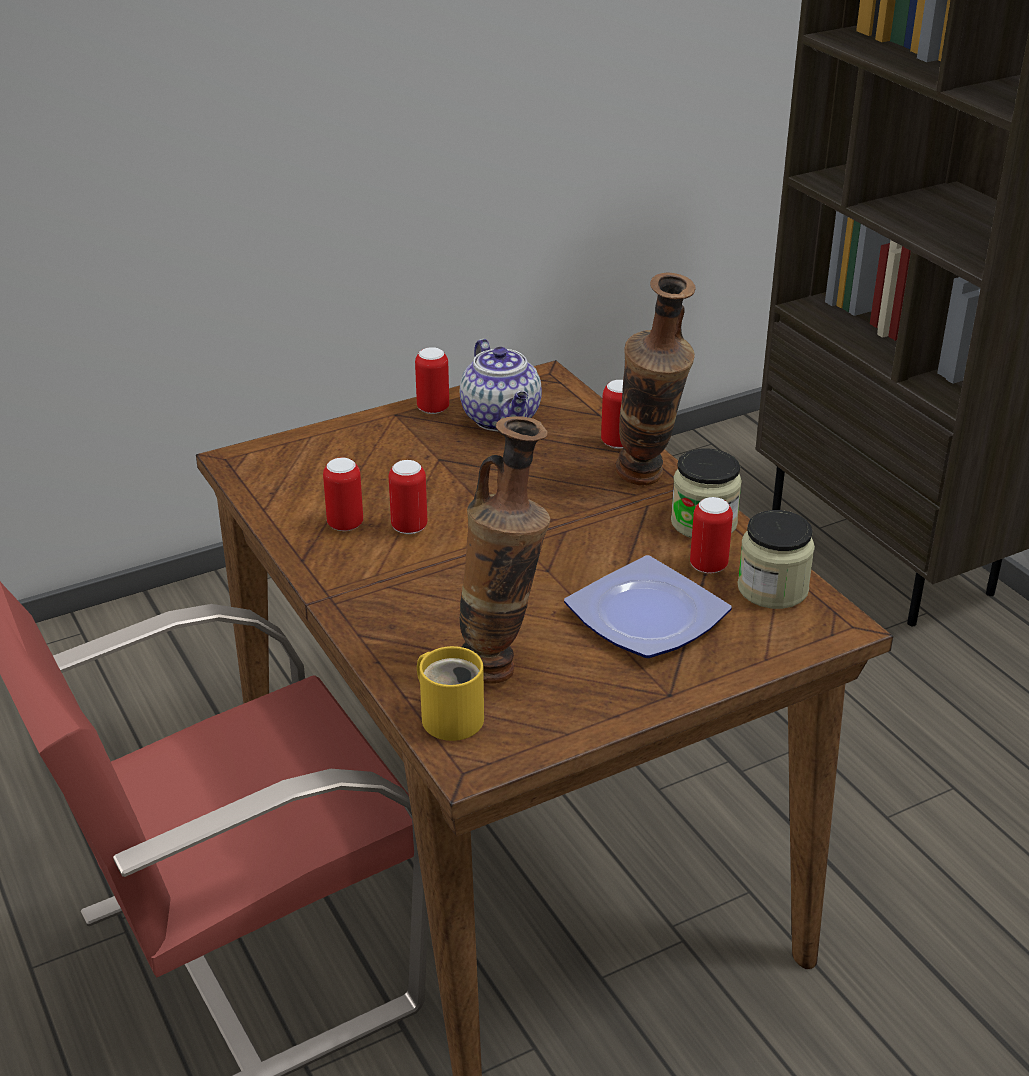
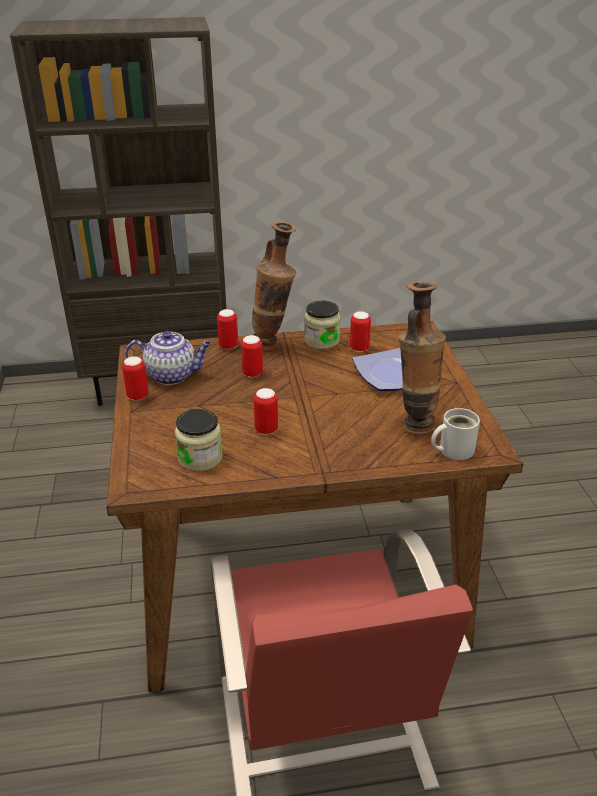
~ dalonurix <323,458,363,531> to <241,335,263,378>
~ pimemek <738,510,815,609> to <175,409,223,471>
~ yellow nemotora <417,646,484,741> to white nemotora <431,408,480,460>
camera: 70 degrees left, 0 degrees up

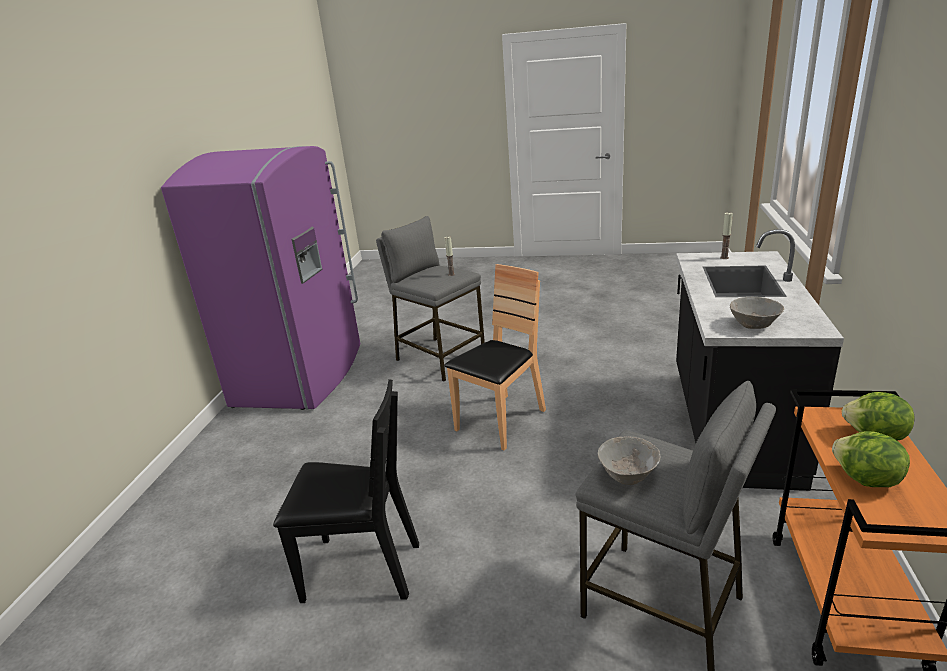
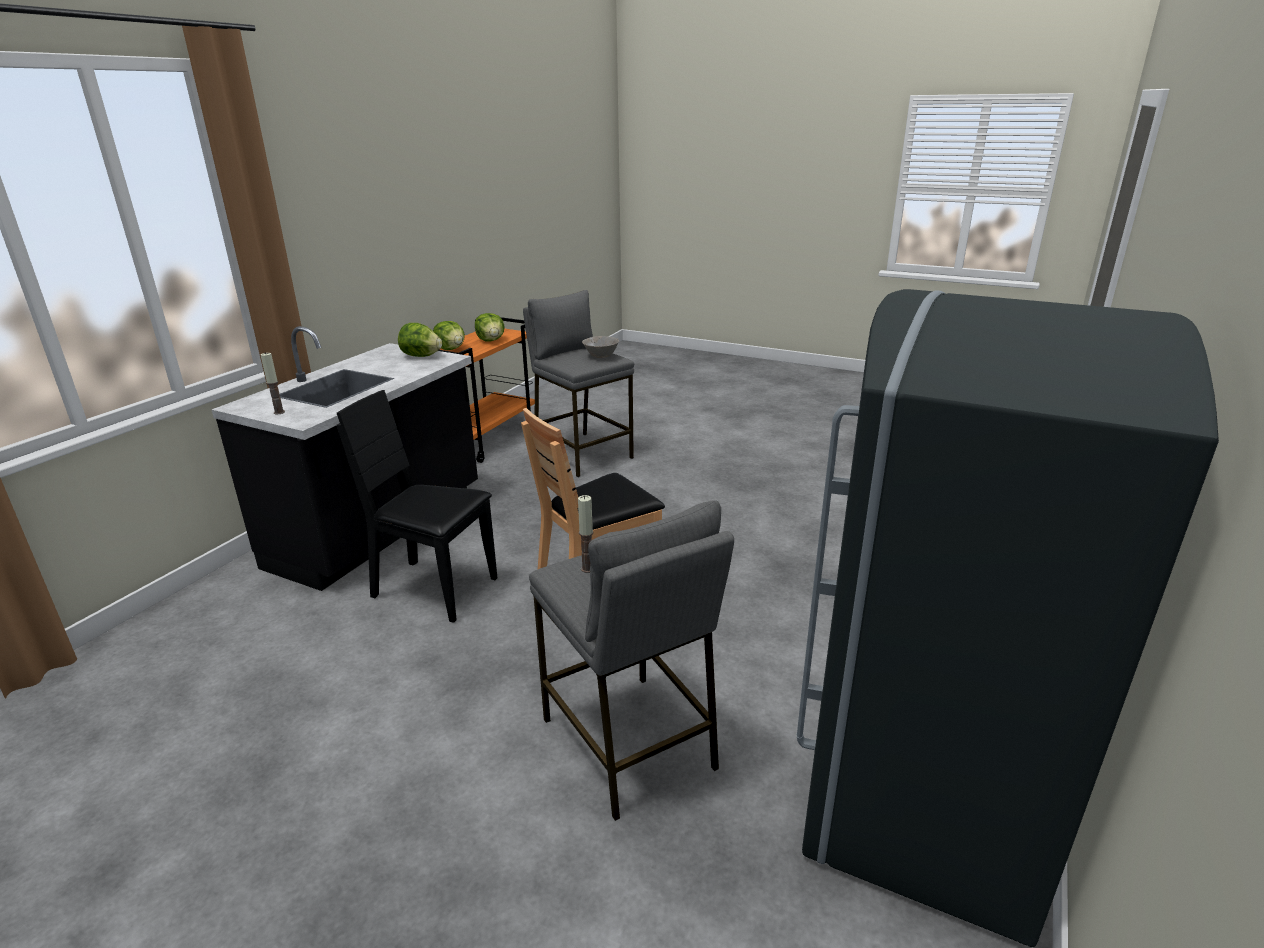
~ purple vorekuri <161,146,360,410> to grey vorekuri <796,289,1219,947>
~ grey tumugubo <730,297,784,329> to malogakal <398,323,442,357>
~ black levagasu <273,379,419,603> to <337,390,498,623>
camera: 165 degrees left, 0 degrees up

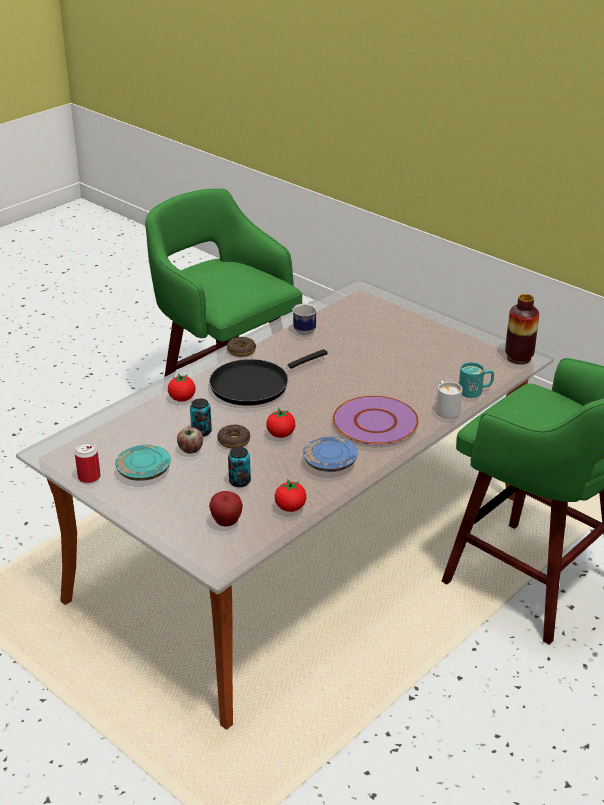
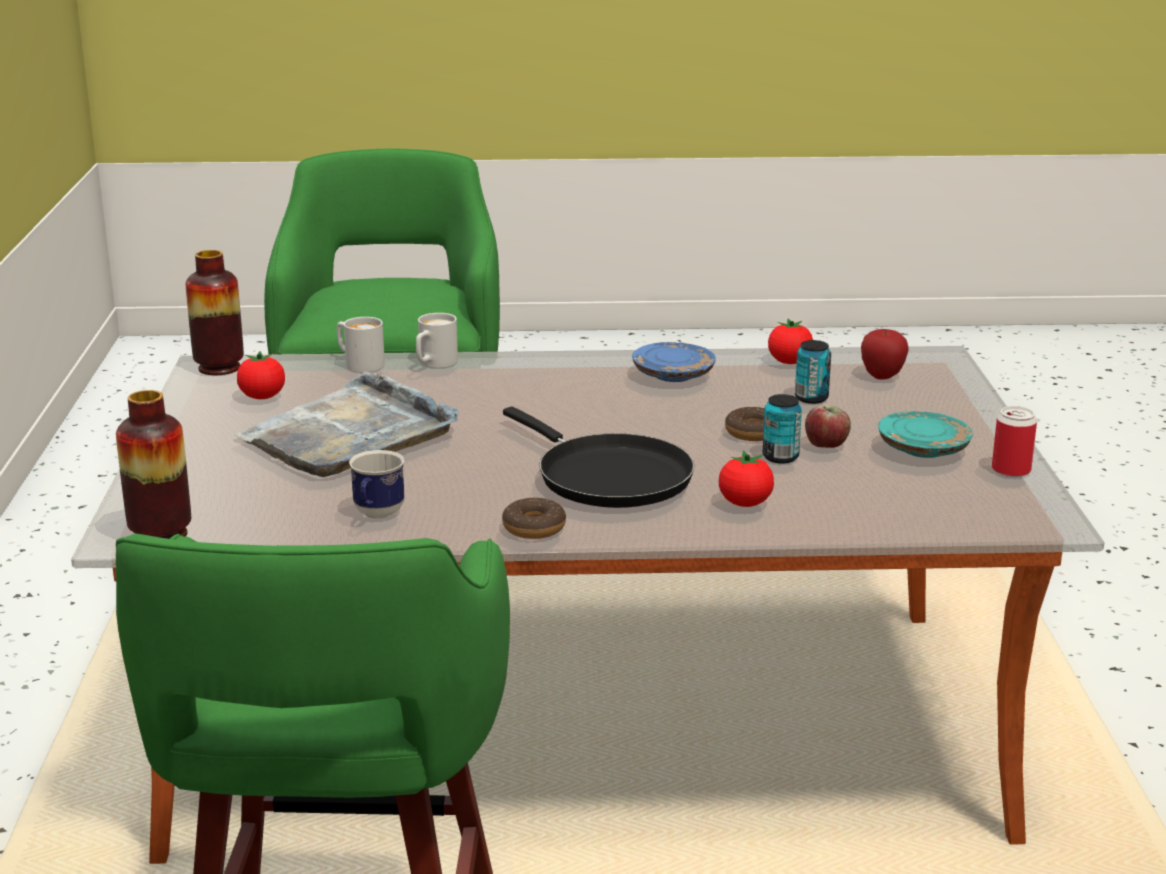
~ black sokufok <209,349,328,406> = <503,407,694,508> 45 degrees clockwise
~ turquoise nemotora <459,362,494,398> to white nemotora <337,317,385,373>
- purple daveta <333,396,419,445>
~ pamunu <266,408,295,438> to <237,351,285,399>
+ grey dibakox <235,372,459,477>
+ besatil <116,390,191,539>
camera: 135 degrees left, 10 degrees down

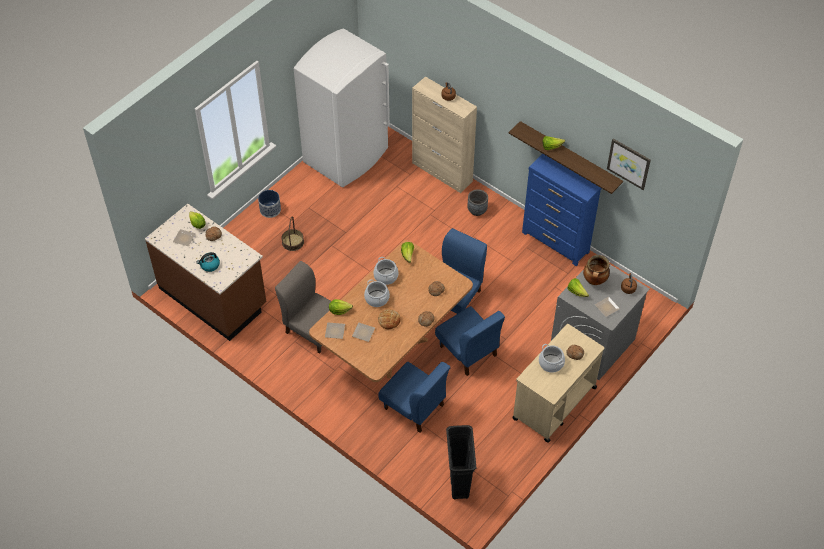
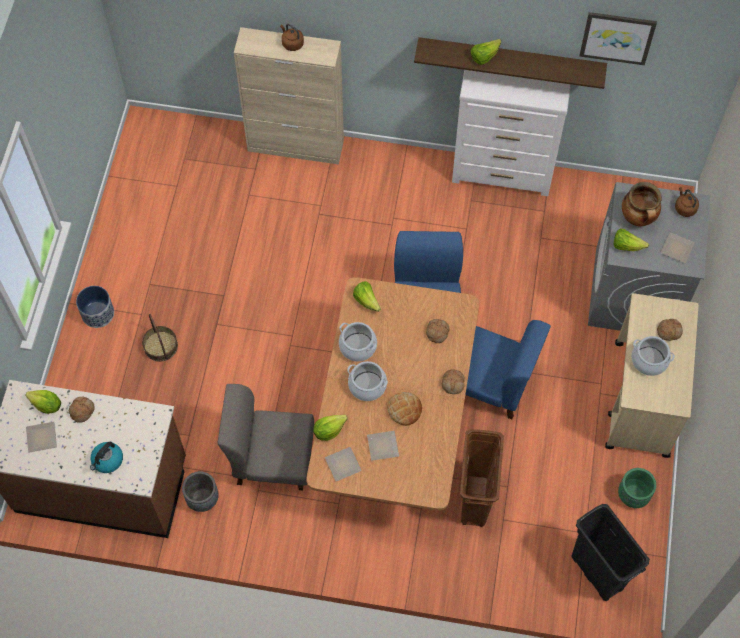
- white vorekuri <294,29,390,187>
~ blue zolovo <522,154,601,266> to white zolovo <452,70,571,196>
~ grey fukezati <467,189,488,216> to <182,471,219,512>
~ blue levagasu <379,362,450,433> to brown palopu <460,429,504,527>
+ green fukezati <618,468,656,508>
camera: 30 degrees left, 10 degrees up

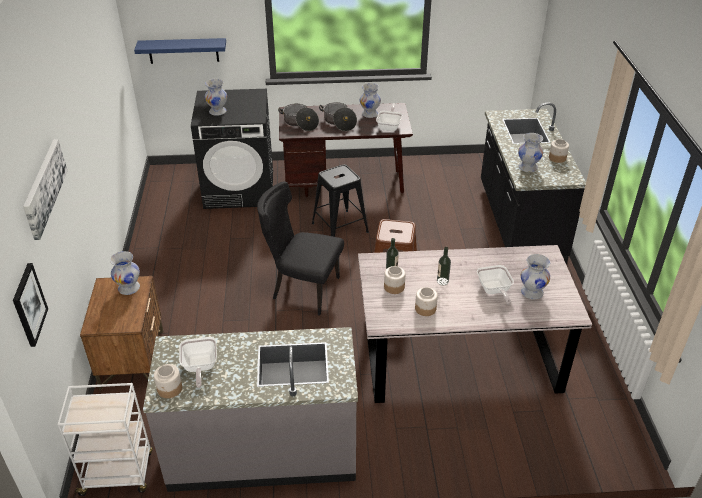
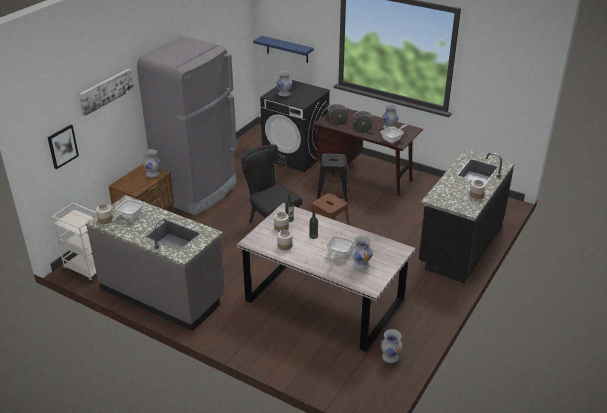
~ white besatil <518,133,543,172> to <381,329,403,363>
+ grey vorekuri <137,36,237,215>
camera: 35 degrees right, 5 degrees down

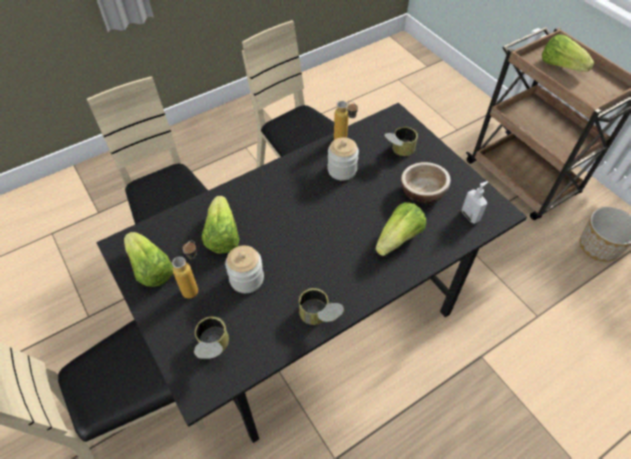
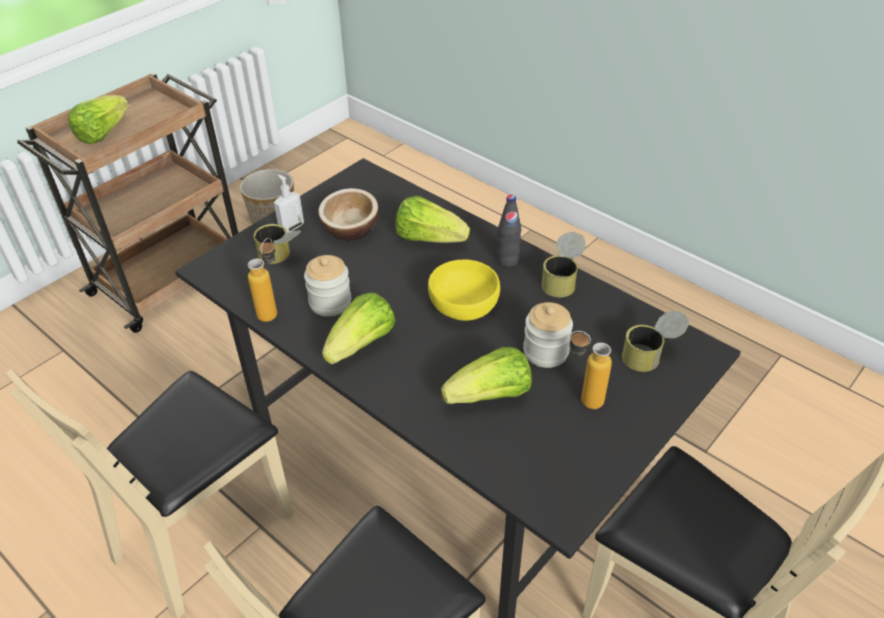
~ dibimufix <462,181,488,224> to <274,175,304,233>
~ malogakal <124,232,173,287> to <322,293,396,364>
+ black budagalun <497,195,521,267>
+ yellow tumugubo <428,259,500,321>
camera: 105 degrees left, 10 degrees down

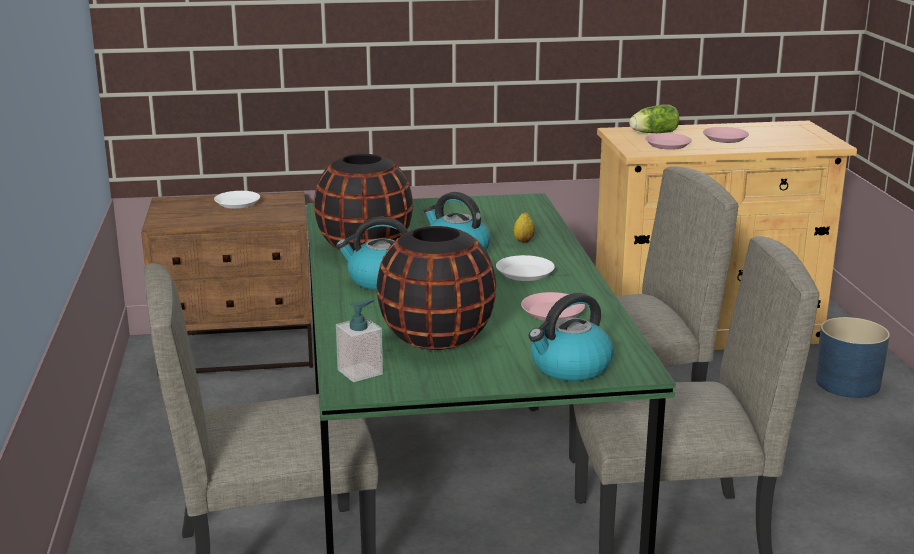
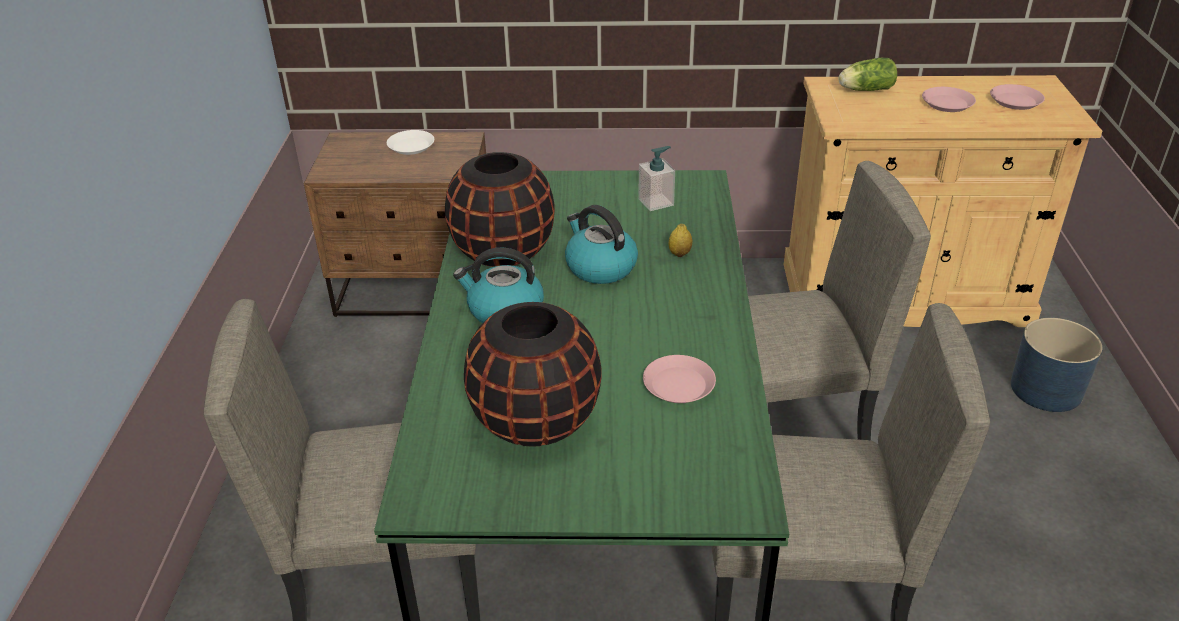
~ pink daveta <645,133,692,150> to <990,84,1045,110>
- white daveta <496,255,555,281>
- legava <528,293,614,381>
~ dibimufix <336,299,383,382> to <638,146,675,211>
camera: 10 degrees right, 15 degrees up

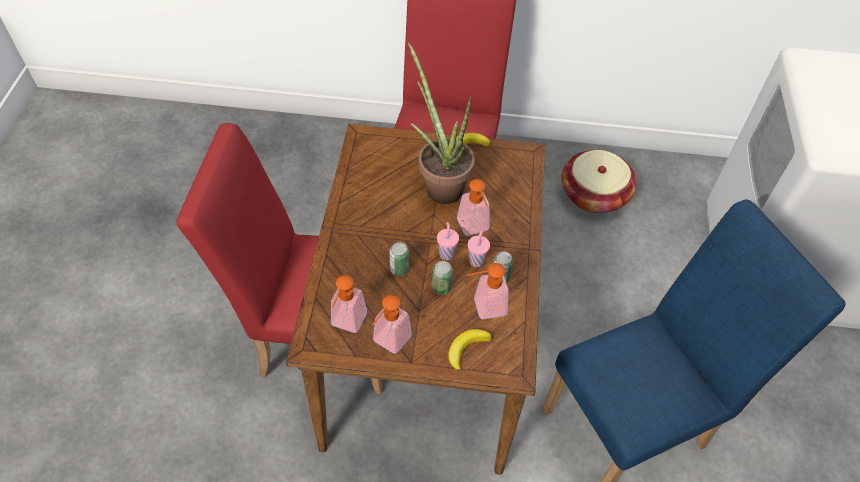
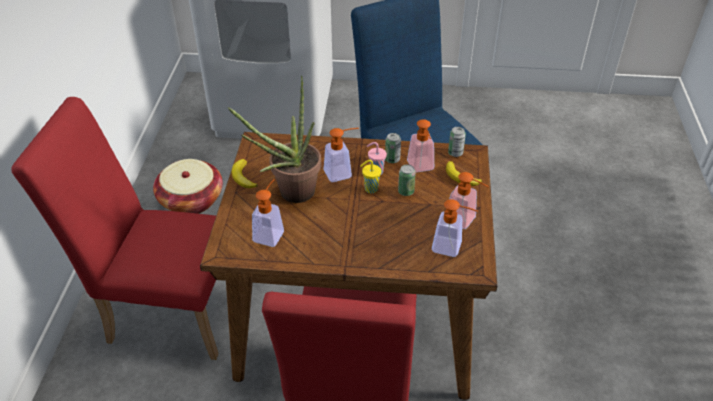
~ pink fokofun <437,222,459,260> to yellow fokofun <360,160,381,193>
~ dalonurix <389,242,409,276> to <448,127,466,157>
+ dibimufix <252,179,284,247>
camera: 90 degrees left, 10 degrees down

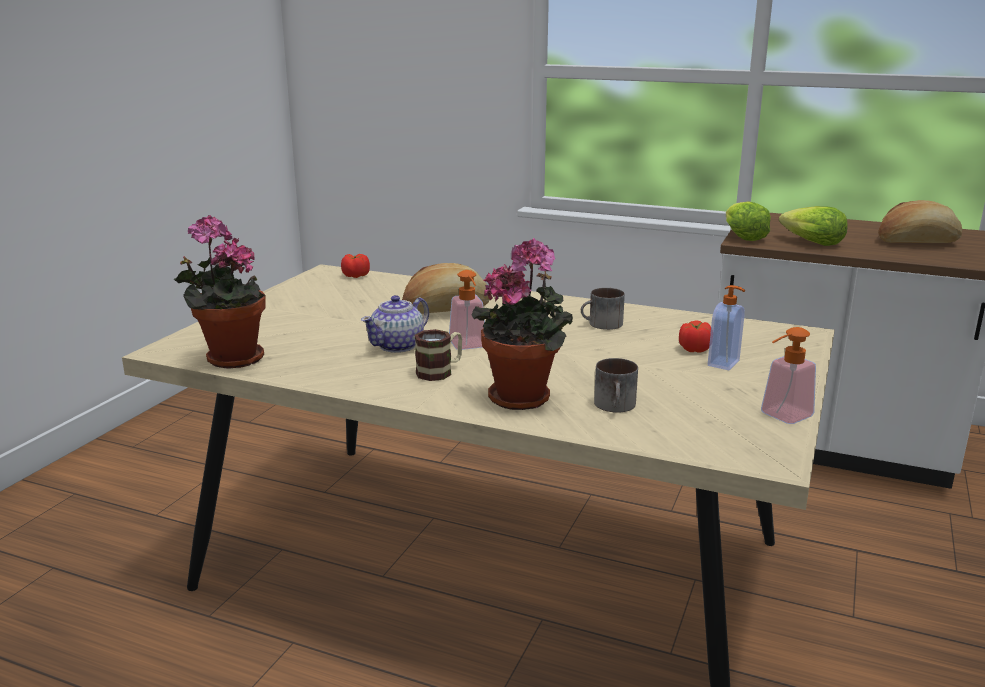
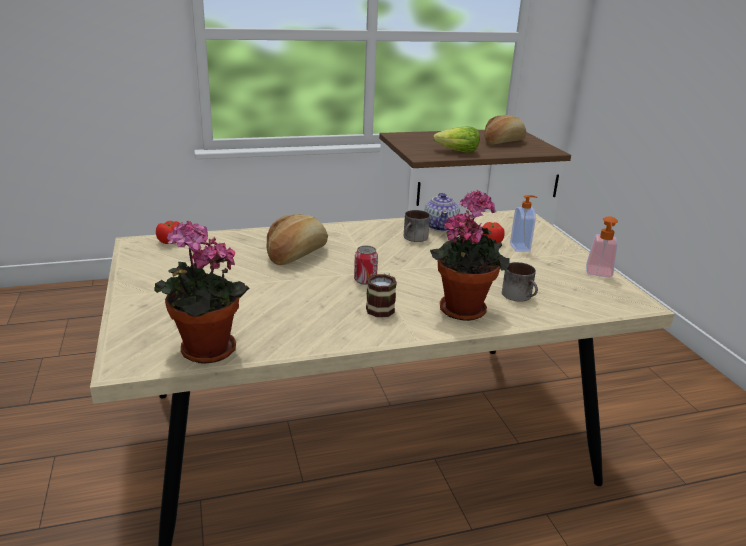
- malogakal <726,201,771,241>
~ dibimufix <449,270,485,350> to dalonurix <354,246,378,285>
~ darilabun <361,295,429,353> to <424,193,460,232>
camera: 40 degrees left, 5 degrees up

